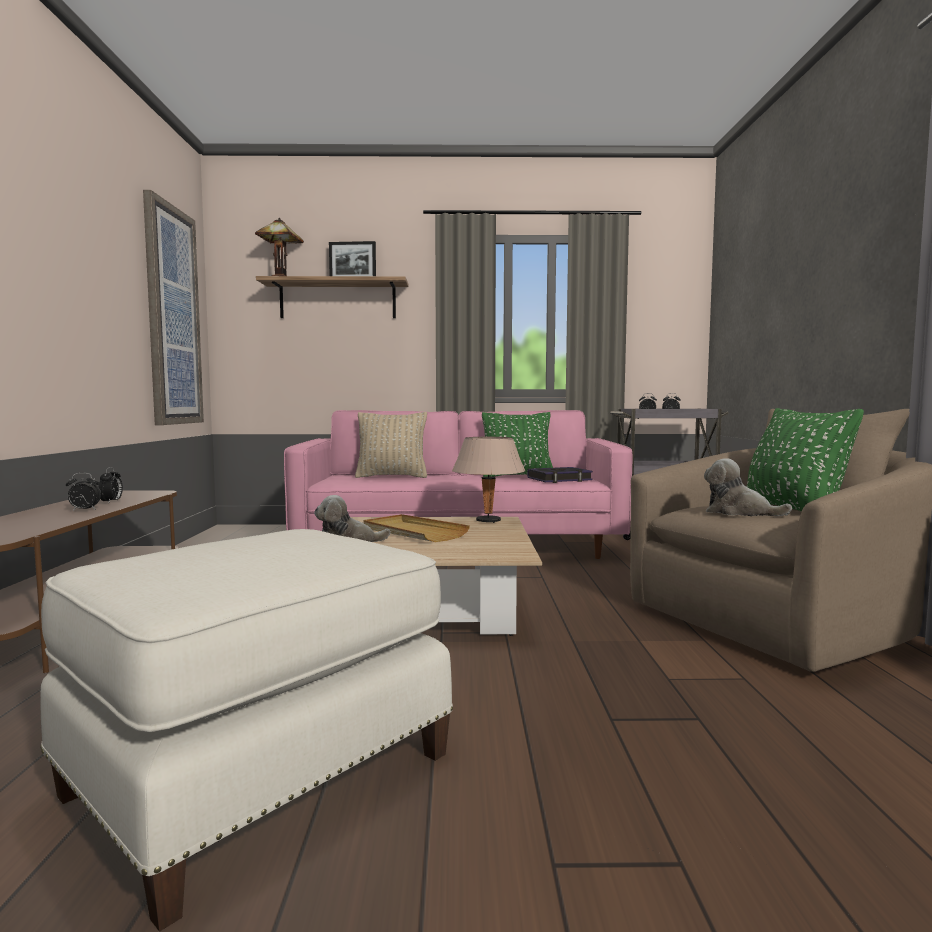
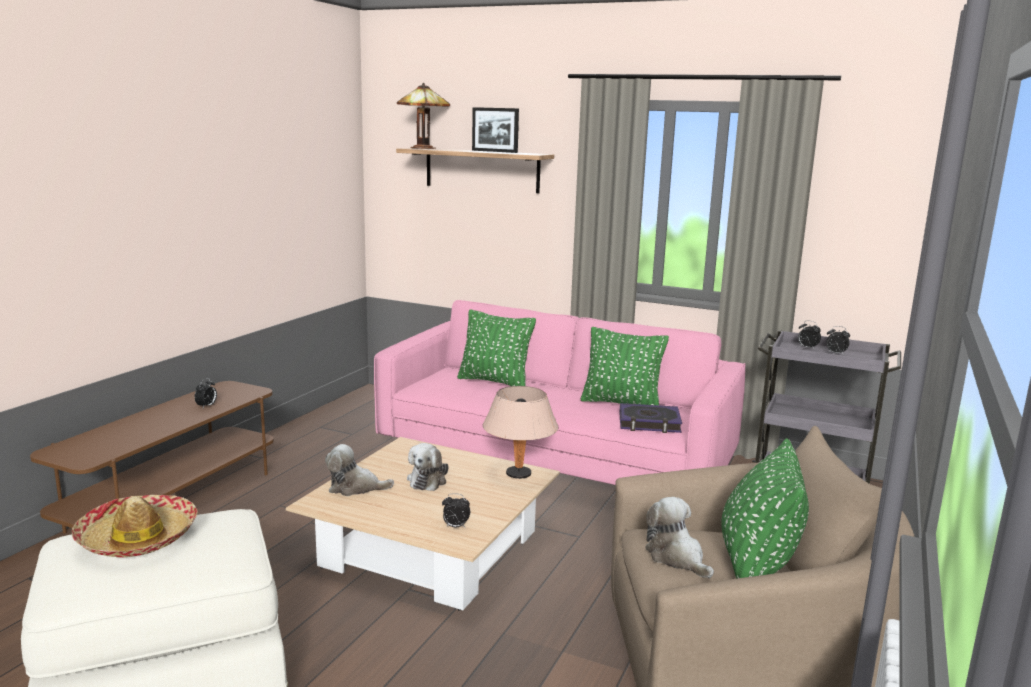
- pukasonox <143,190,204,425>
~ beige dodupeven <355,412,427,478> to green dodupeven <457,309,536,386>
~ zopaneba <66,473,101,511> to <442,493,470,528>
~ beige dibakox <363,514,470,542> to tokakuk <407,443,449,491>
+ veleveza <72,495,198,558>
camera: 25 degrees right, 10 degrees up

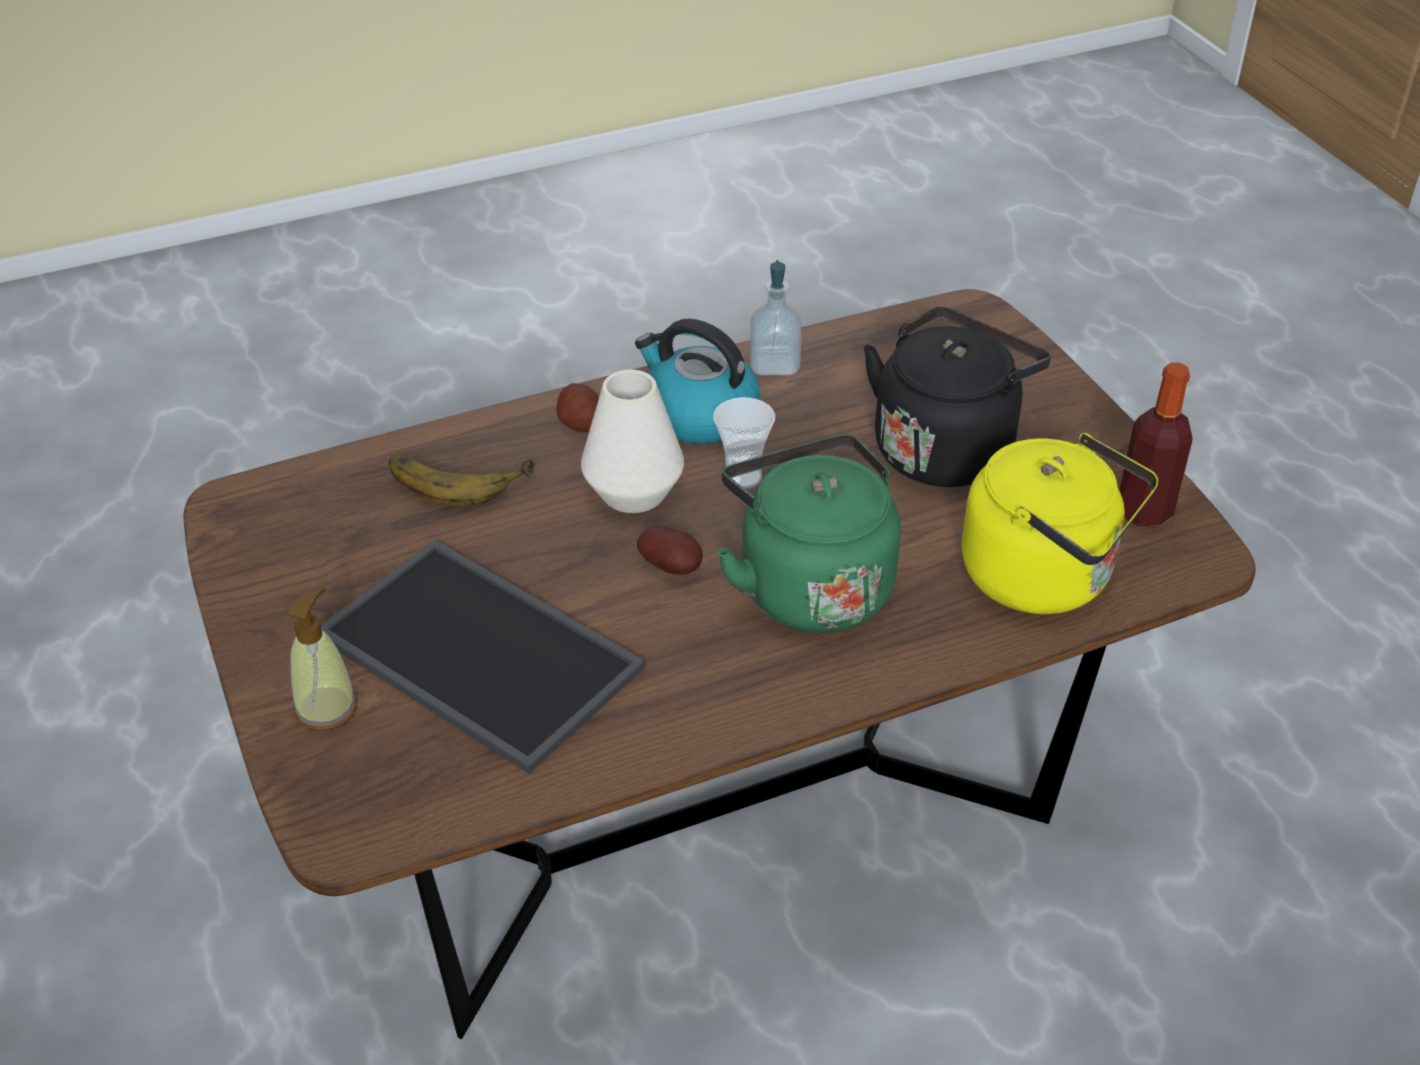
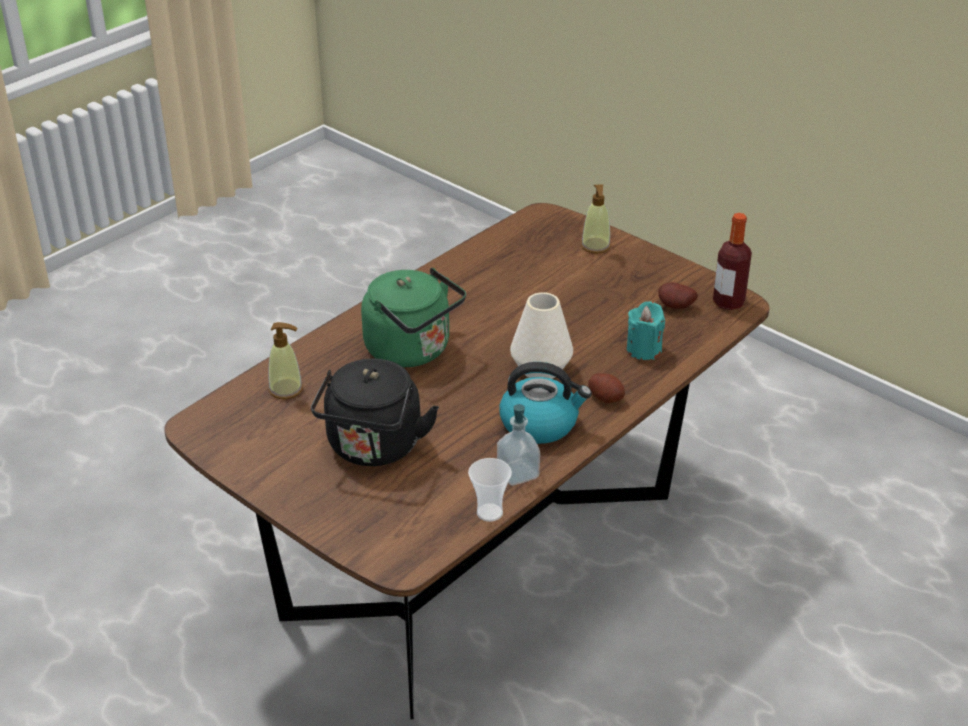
~ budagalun <1119,362,1193,527> to <713,213,752,310>
~ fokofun <713,397,775,489> to <468,458,512,522>
~ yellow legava <962,433,1158,614> to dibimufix <268,322,303,399>
~ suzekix <389,454,535,506> to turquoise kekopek <627,301,665,360>
~ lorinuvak <637,526,703,575> to <658,282,698,309>
- dibakox <321,540,645,774>
camera: 155 degrees right, 5 degrees down

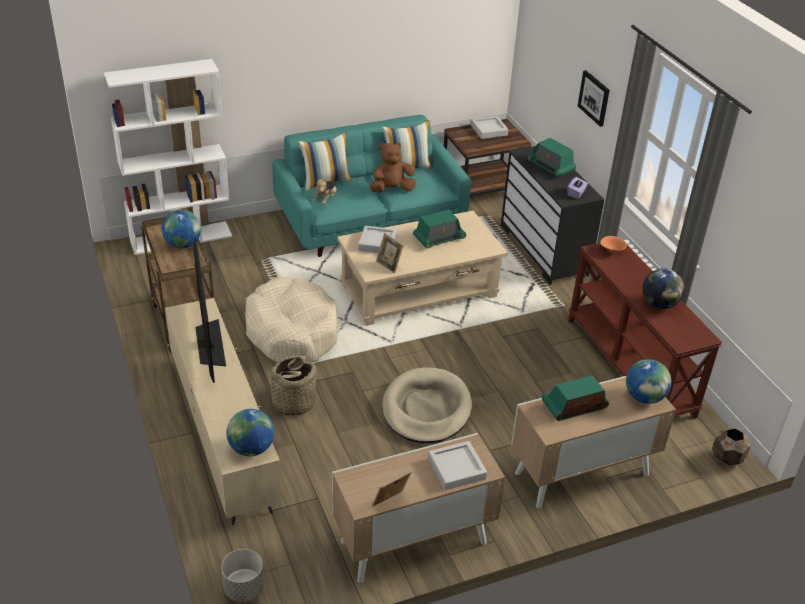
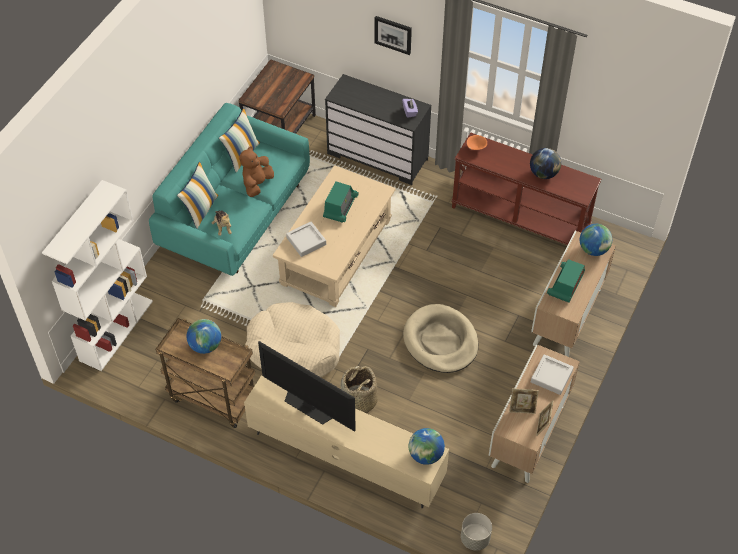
- grey dibakox <471,116,508,139>
- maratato <527,138,576,178>
~ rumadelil <376,233,404,274> to <509,388,539,414>
- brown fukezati <712,428,751,466>
camera: 40 degrees left, 15 degrees up

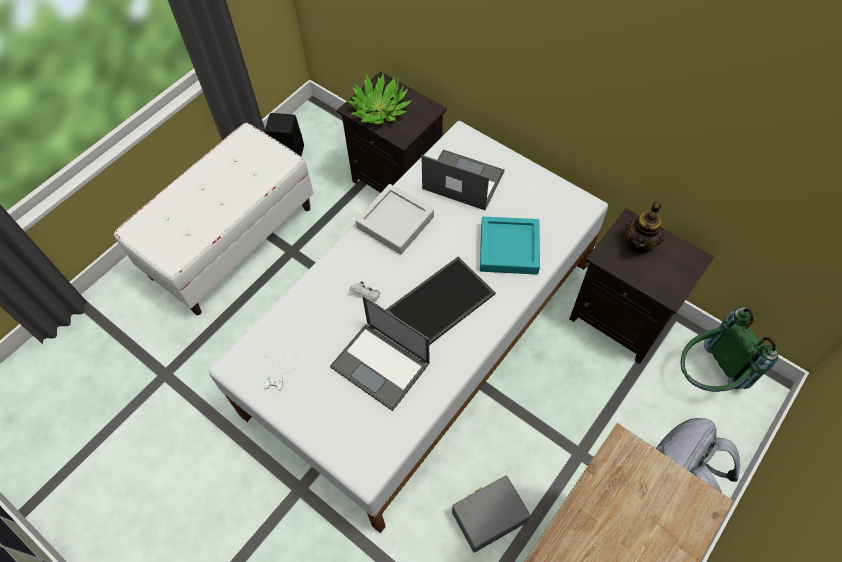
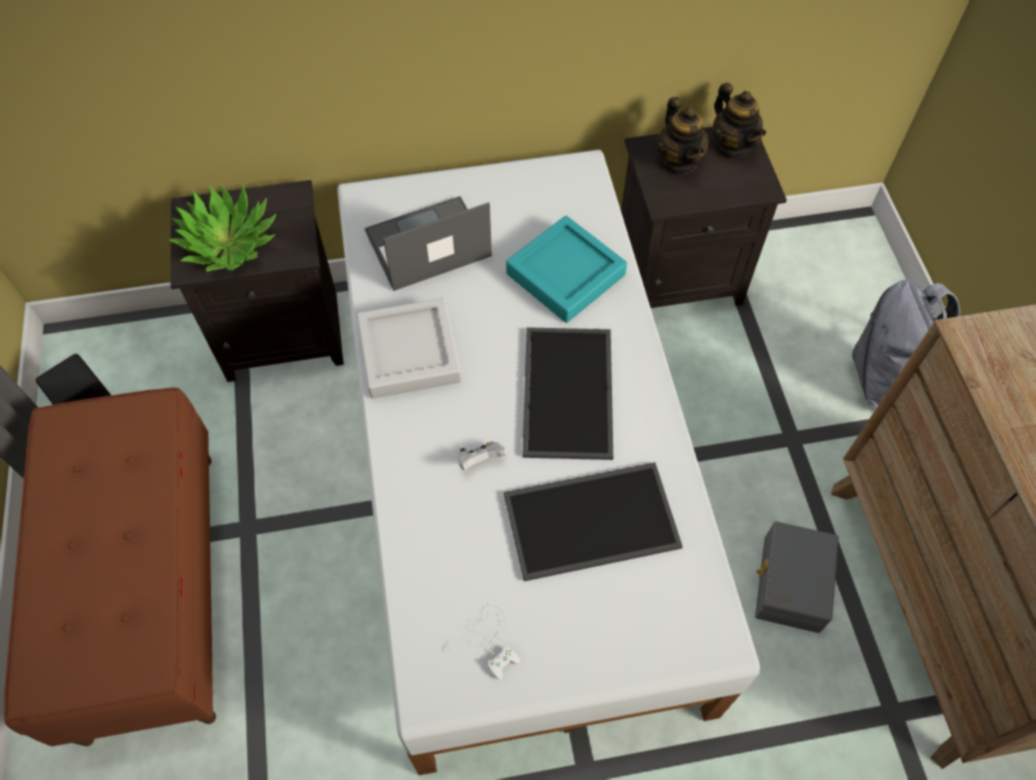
~ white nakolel <114,123,313,315> to brown nakolel <4,388,216,747>
~ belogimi <330,296,430,411> to dibakox <504,462,683,581>
- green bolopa <681,307,778,392>
+ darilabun <713,83,766,158>
camera: 50 degrees left, 0 degrees up

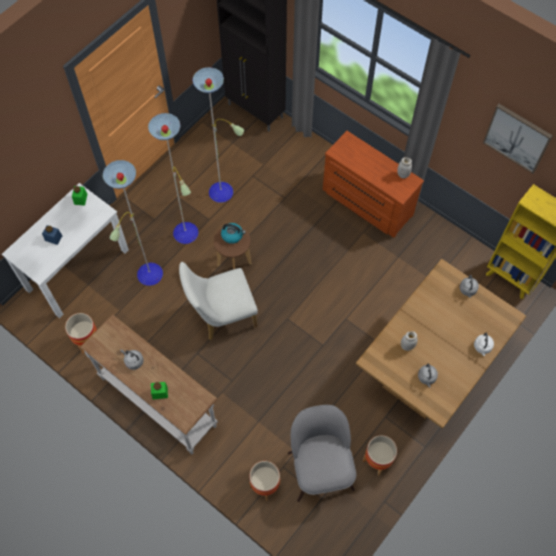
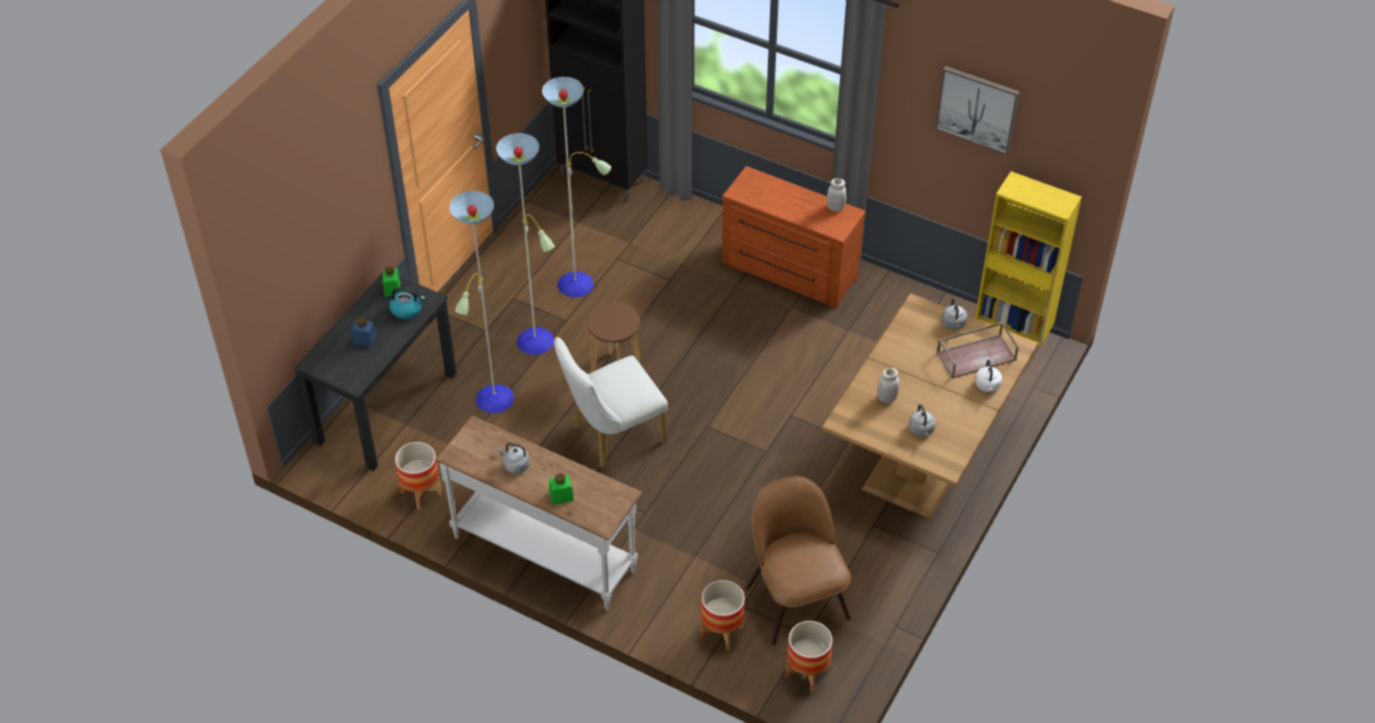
~ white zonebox <2,183,129,318> to black zonebox <294,273,457,471>
~ legava <221,223,246,244> to <389,287,425,319>
~ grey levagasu <288,405,356,502> to brown levagasu <745,476,851,645>
~ fukezati <363,435,397,476> to <785,621,833,693>
+ brown dibakox <937,322,1019,378>
camera: 10 degrees left, 15 degrees down

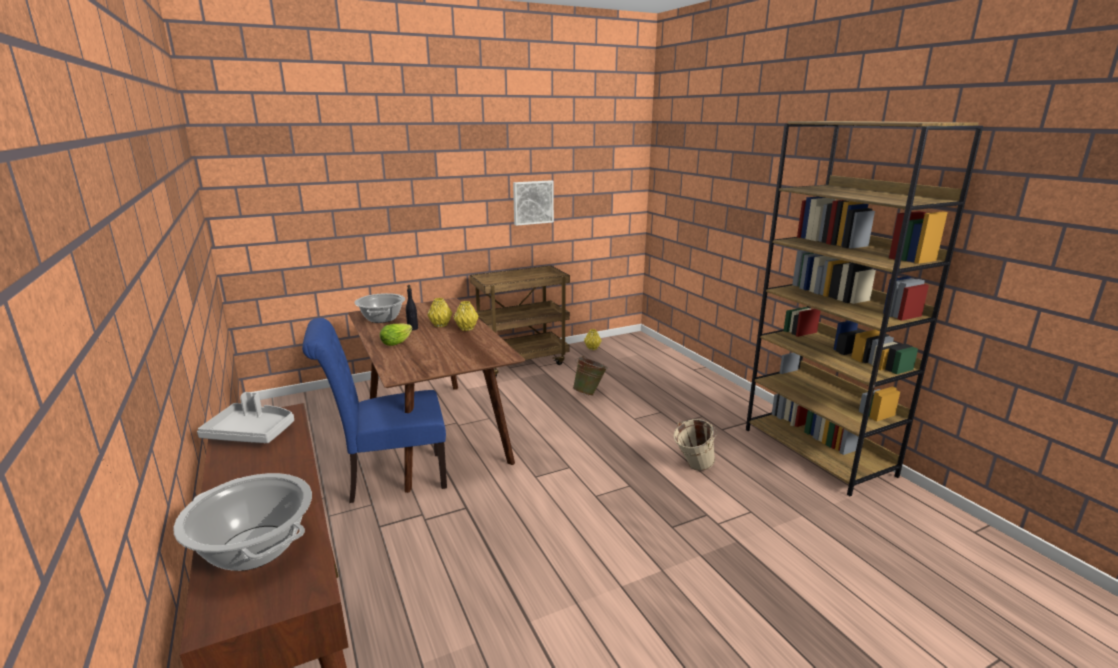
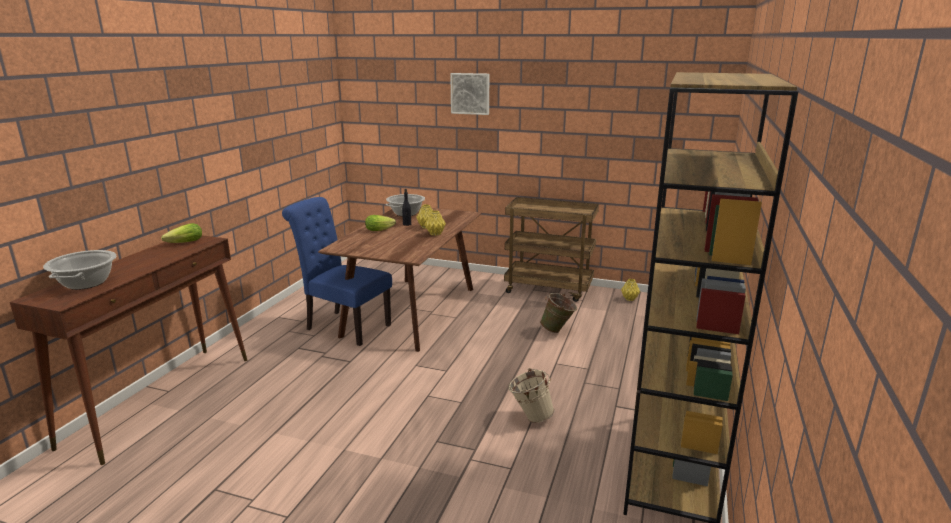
~ pukasonox <513,180,554,226> to <450,73,489,115>
~ grey dibakox <197,392,294,443> to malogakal <161,223,202,243>
camera: 45 degrees right, 0 degrees up

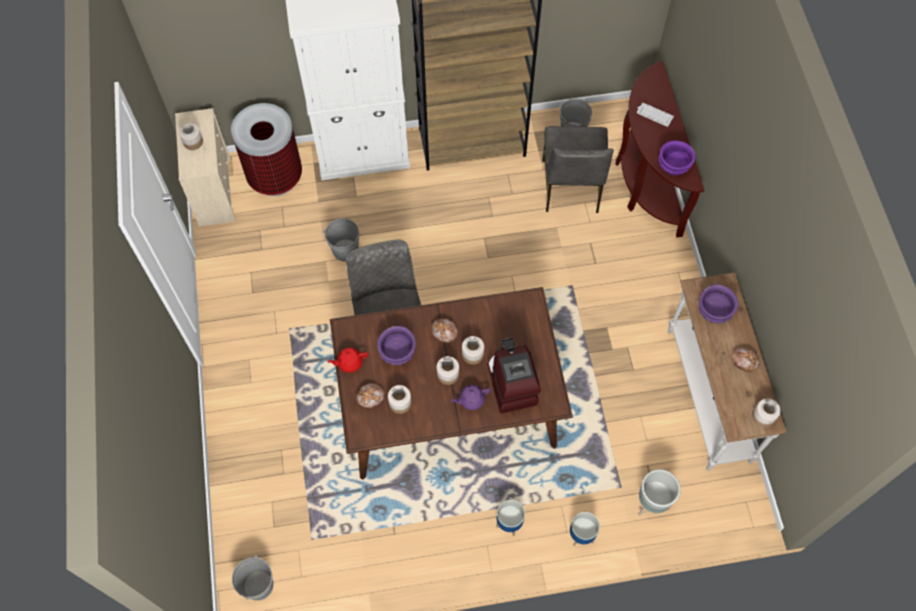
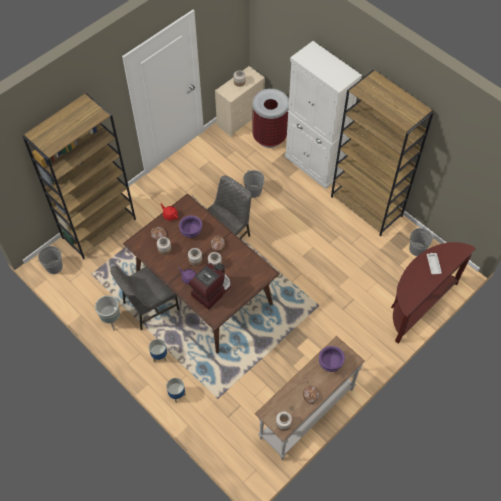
~ grey levagasu <542,126,614,213> to <110,266,179,330>
- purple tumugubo <659,141,696,175>
~ grey fukezati <638,469,681,516> to <95,295,121,331>
+ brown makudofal <22,93,136,260>
camera: 55 degrees right, 5 degrees down

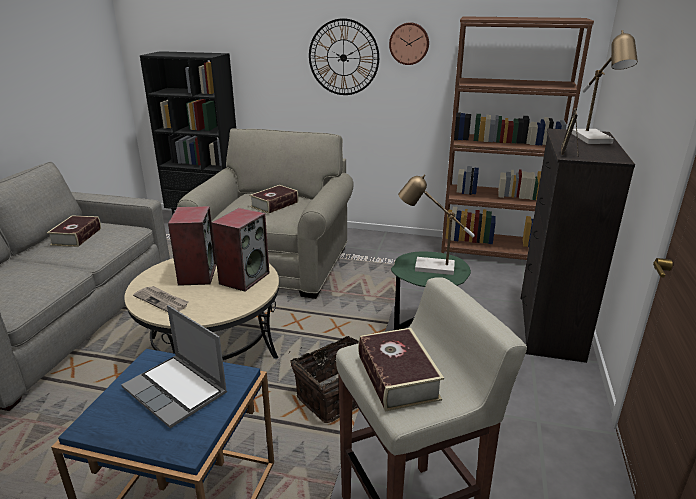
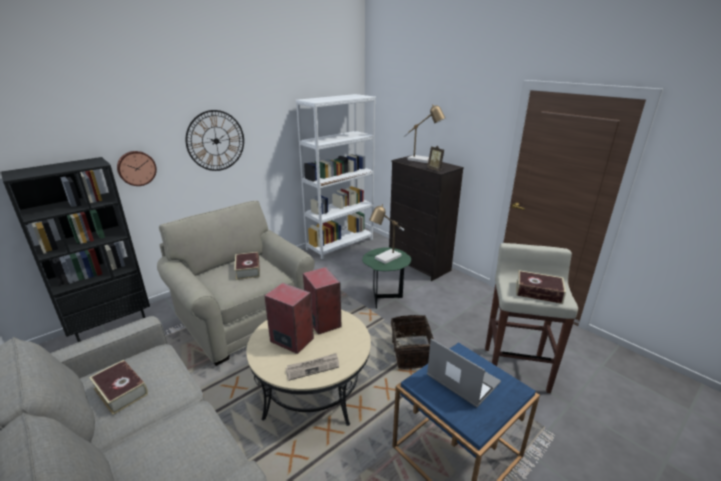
~ brown makudofal <441,16,594,260> to white makudofal <296,94,376,259>
~ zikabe <389,23,429,65> to <117,151,157,186>
~ belogimi <121,305,227,428> = <427,339,501,407> 120 degrees counterclockwise
camera: 55 degrees left, 0 degrees up

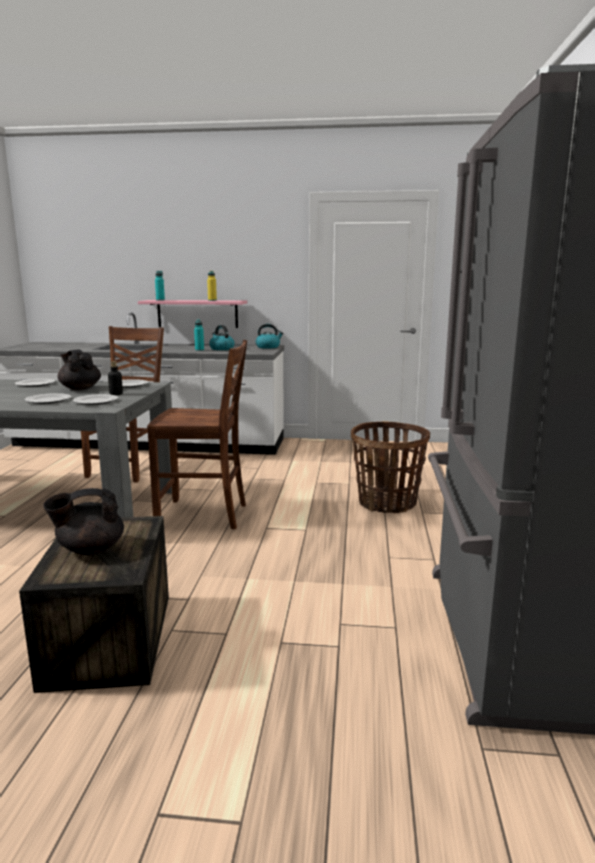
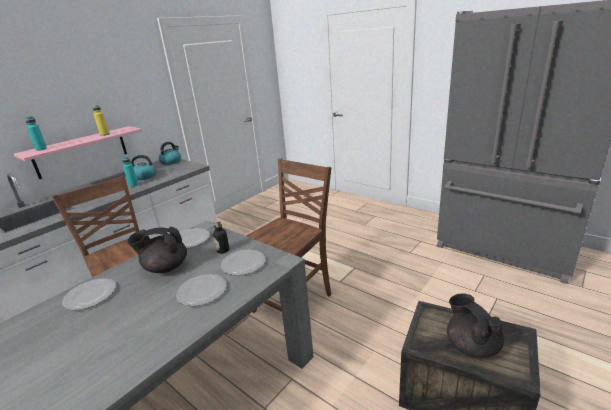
- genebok <351,421,430,513>
~ black darilabun <44,488,124,555> = <447,293,504,358> 150 degrees clockwise
camera: 55 degrees left, 10 degrees up

